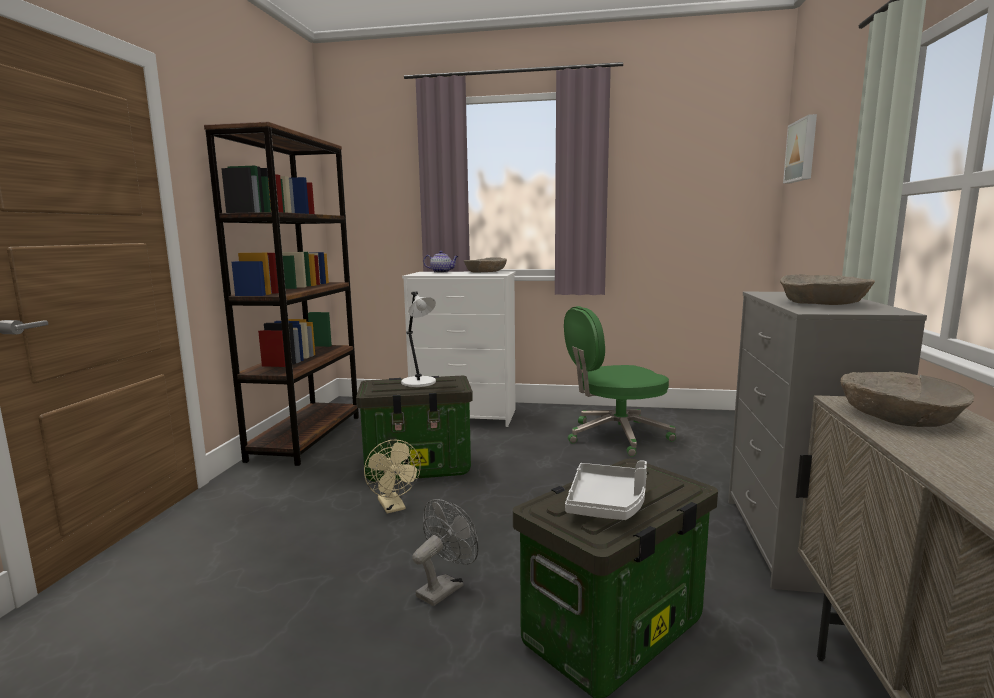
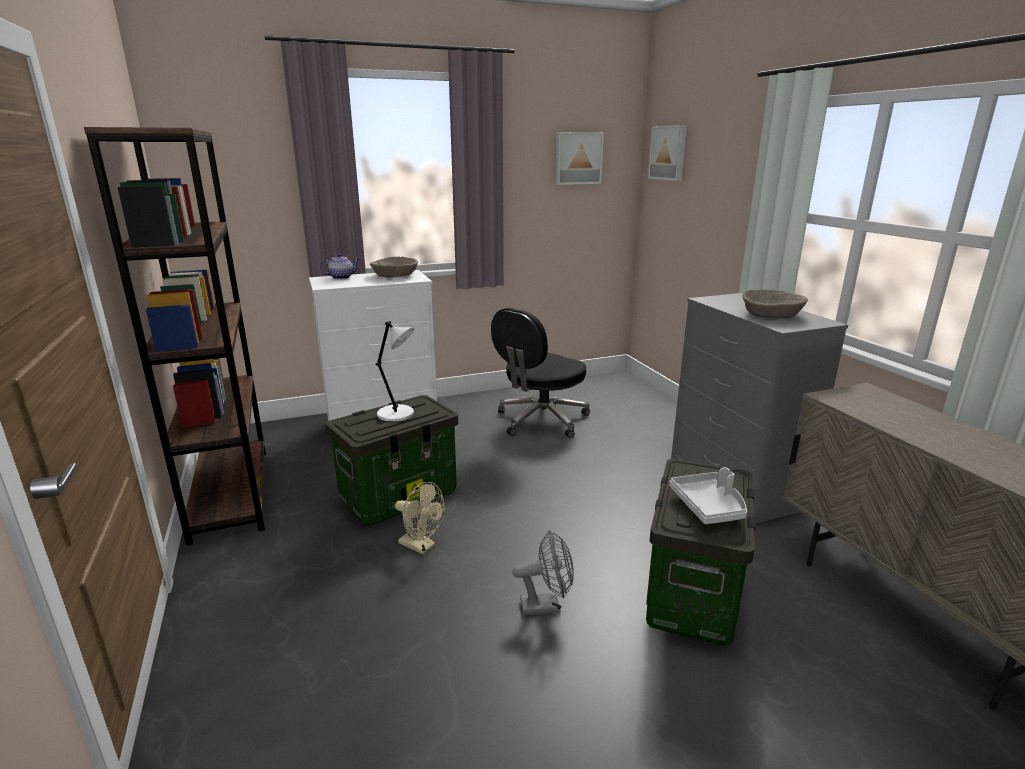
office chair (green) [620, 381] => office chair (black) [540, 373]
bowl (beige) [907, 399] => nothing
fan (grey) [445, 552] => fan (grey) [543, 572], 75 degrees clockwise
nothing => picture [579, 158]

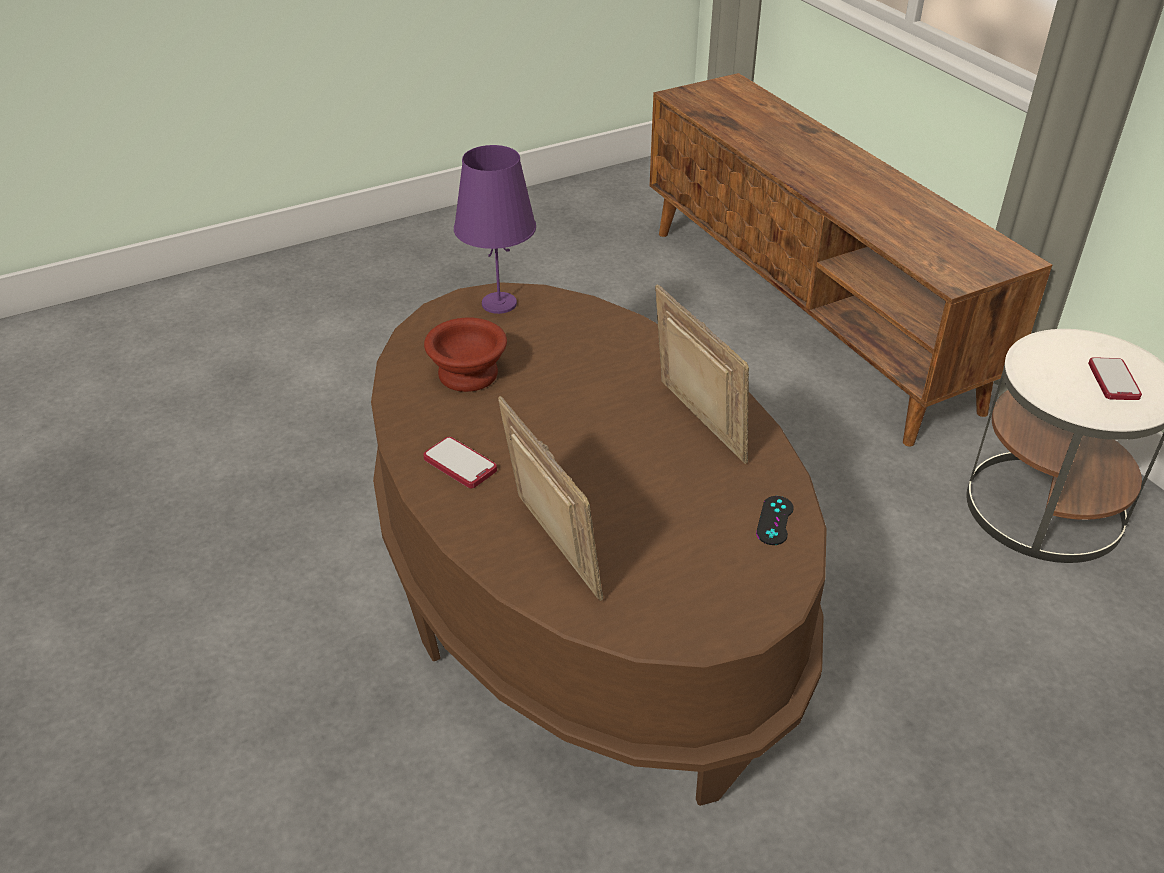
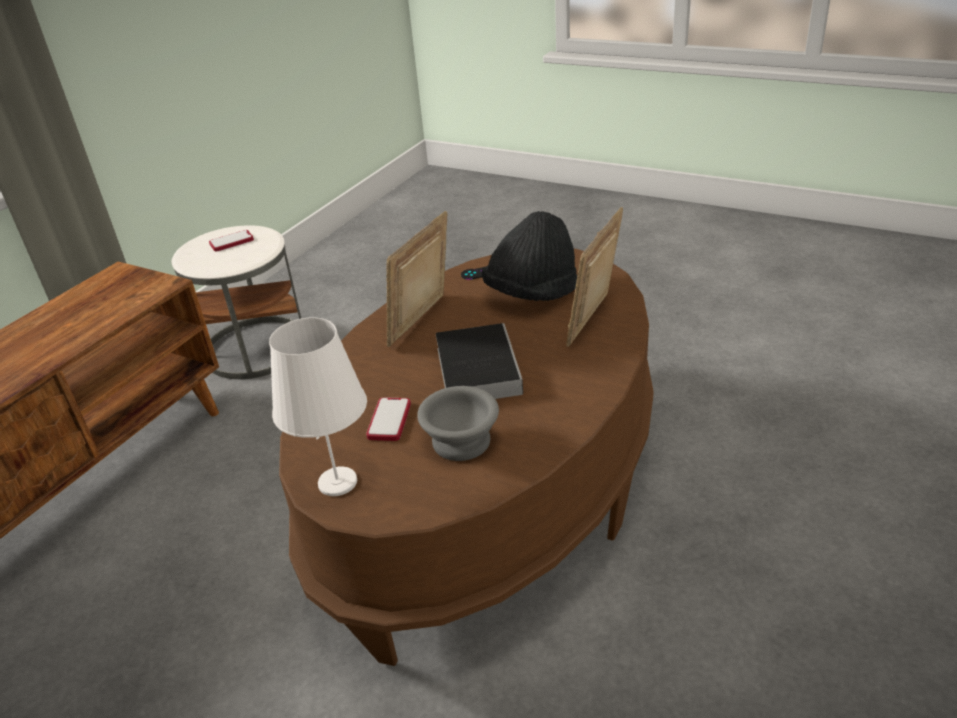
table lamp (purple) [495, 229] => table lamp (white) [318, 407]
bowl (brown) [465, 355] => bowl (grey) [458, 423]
phone [460, 462] => phone [388, 419], relocated
nothing => hat (black) [529, 256]
nothing => book [479, 361]

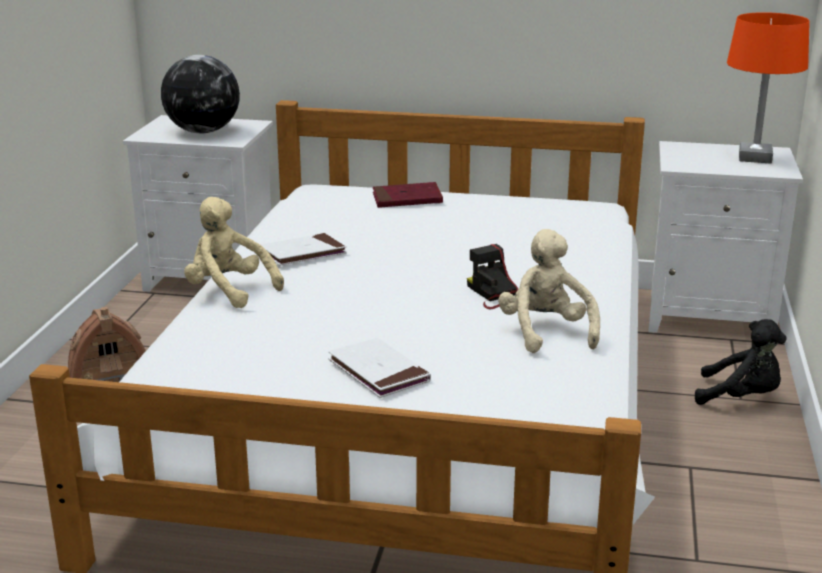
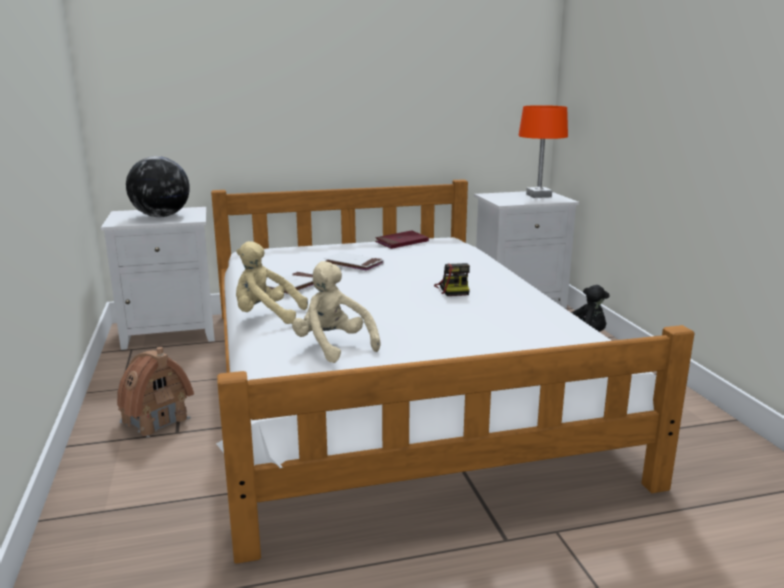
book (red) [408, 195] => book (red) [402, 239], relocated
plush toy (beige) [549, 291] => plush toy (beige) [336, 312], relocated
photo camera [492, 276] => photo camera [452, 279], 135 degrees counterclockwise
book (white) [379, 368] => book (white) [353, 262], relocated

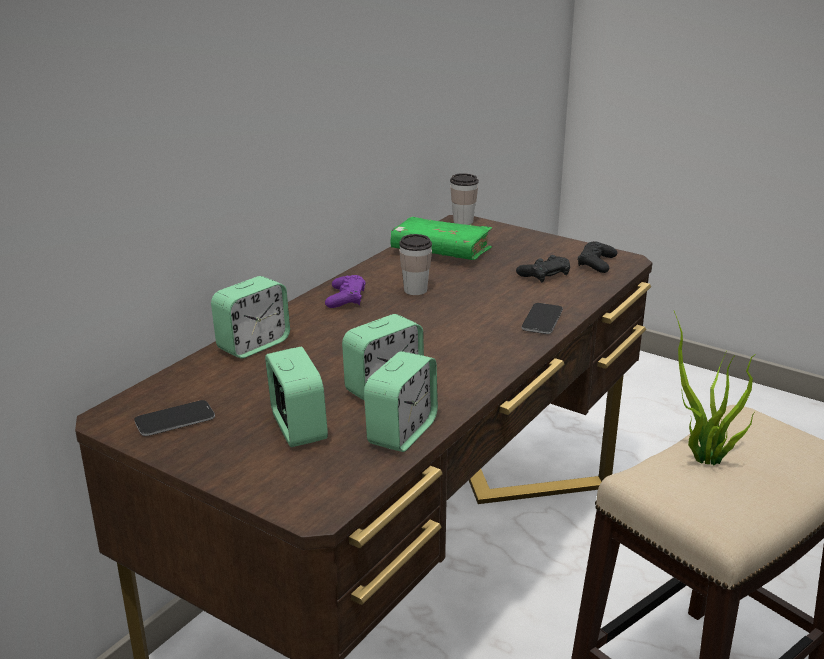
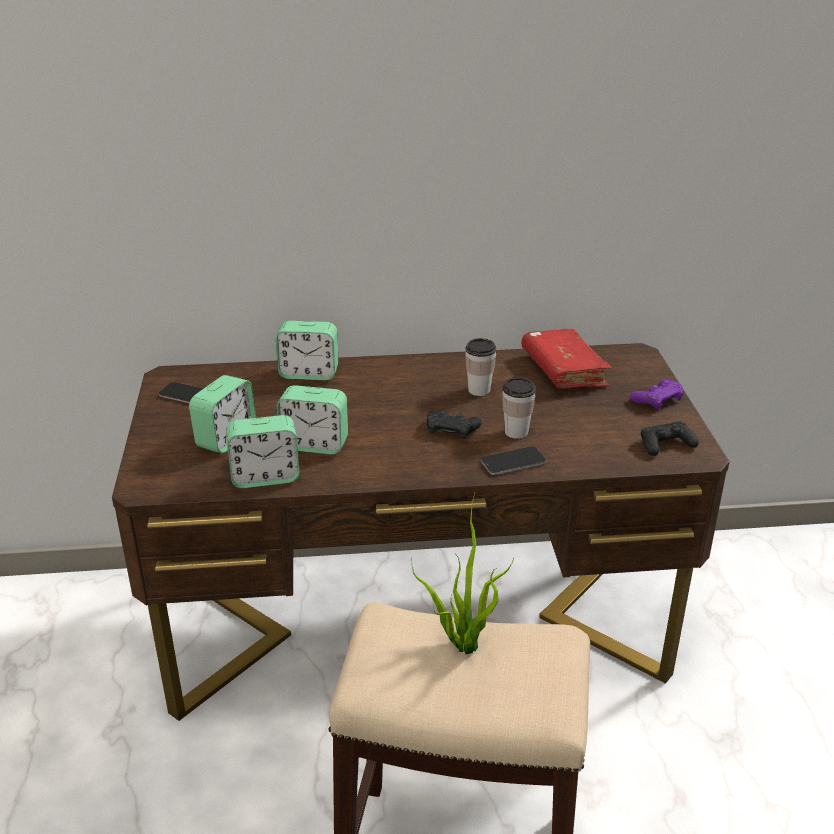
cup [464, 199] => cup [519, 408], relocated
book (green) [441, 238] => book (red) [566, 359]
game controller (black) [543, 268] => game controller (black) [454, 425], relocated
game controller (purple) [345, 291] => game controller (purple) [657, 394], relocated

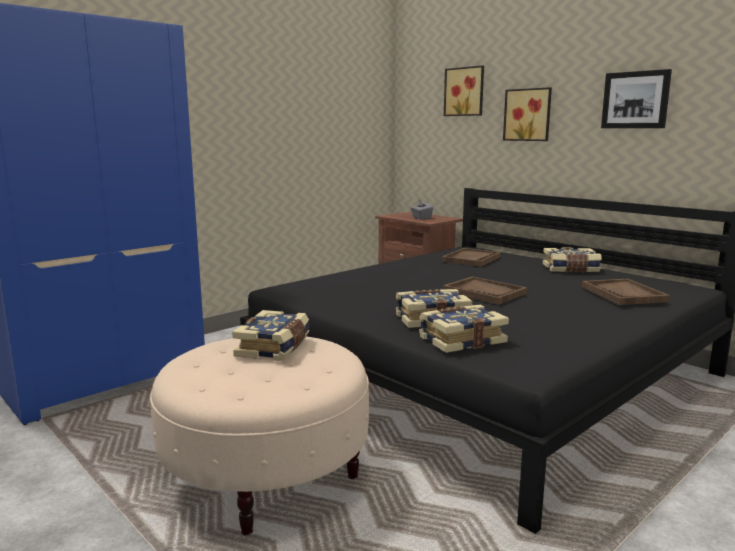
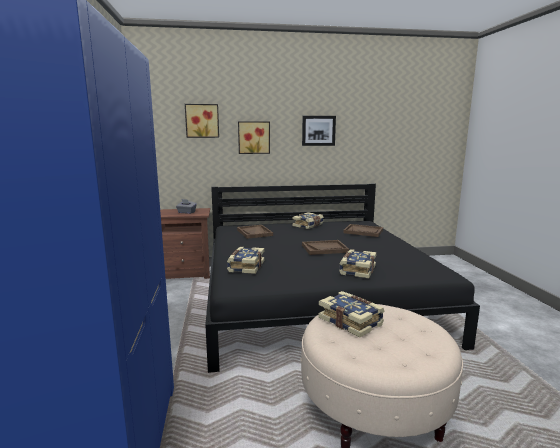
book [464, 329] => book [246, 260], relocated

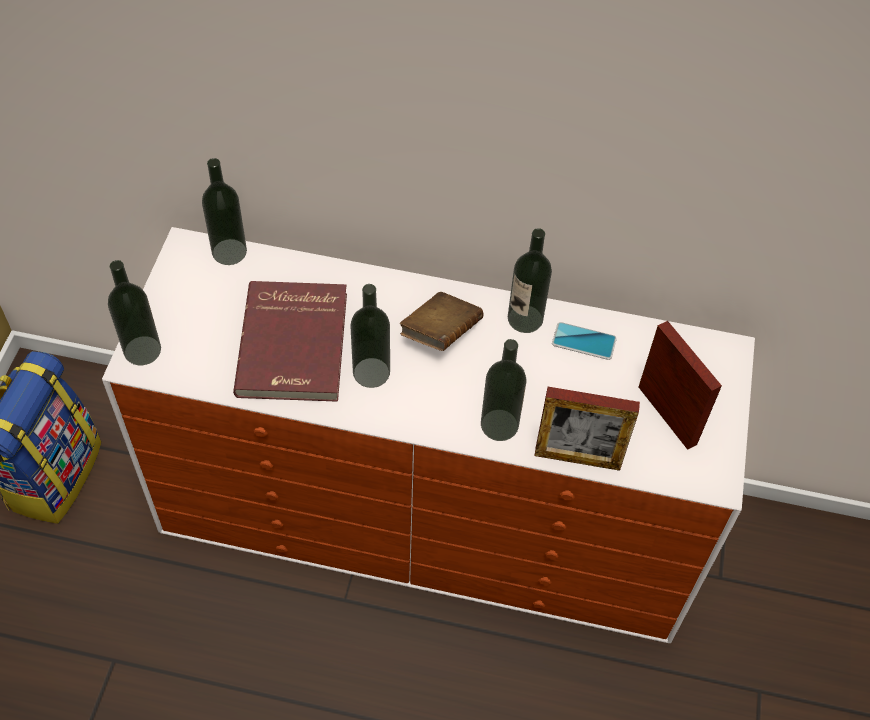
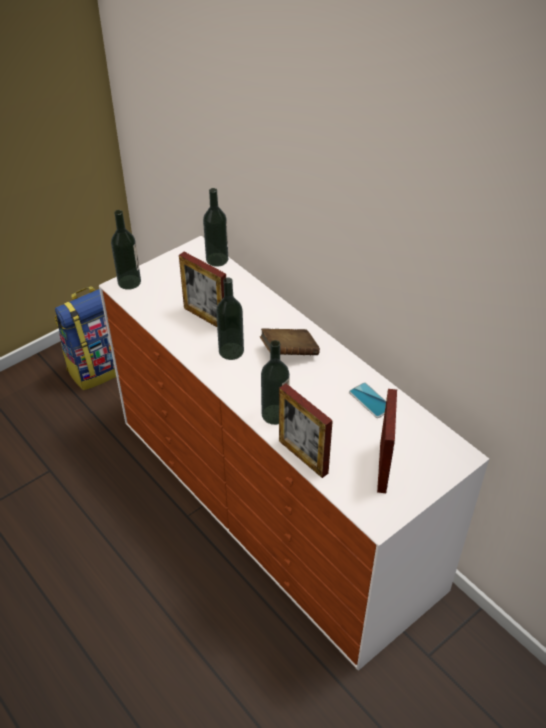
bottle [530, 280] => nothing
book (red) [290, 341] => picture frame [202, 289]

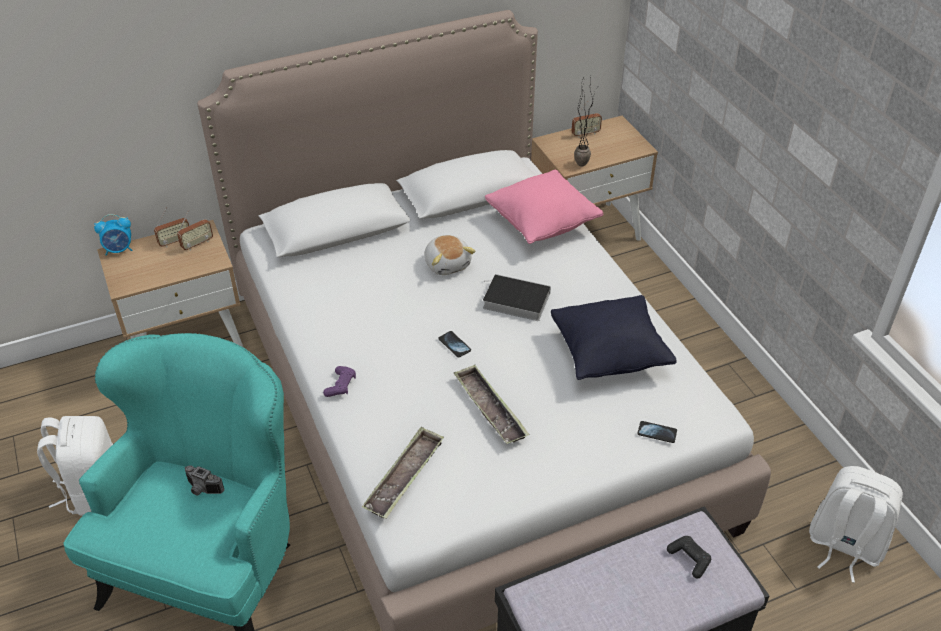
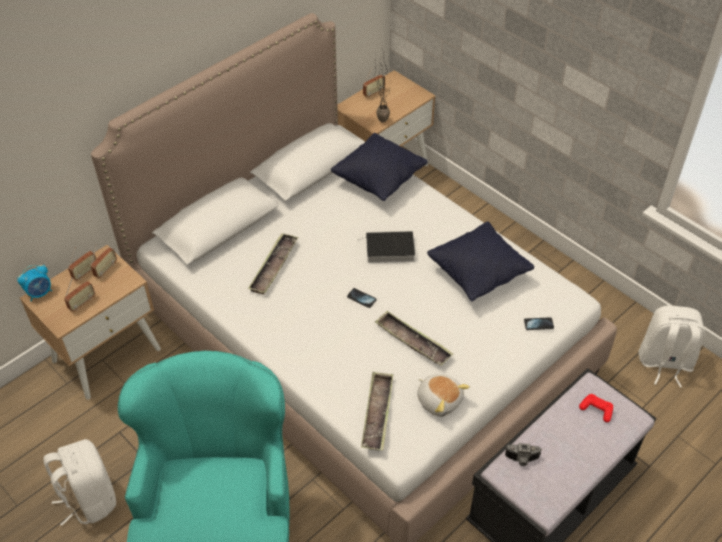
pillow (pink) [544, 206] => pillow (black) [379, 167]
plush toy [450, 255] => plush toy [443, 395], relocated
game controller (purple) [339, 381] => nothing
photo camera [204, 480] => photo camera [523, 454], relocated
game controller (black) [689, 557] => game controller (red) [596, 408]
nothing => tray [273, 264]
nothing => radio [79, 294]

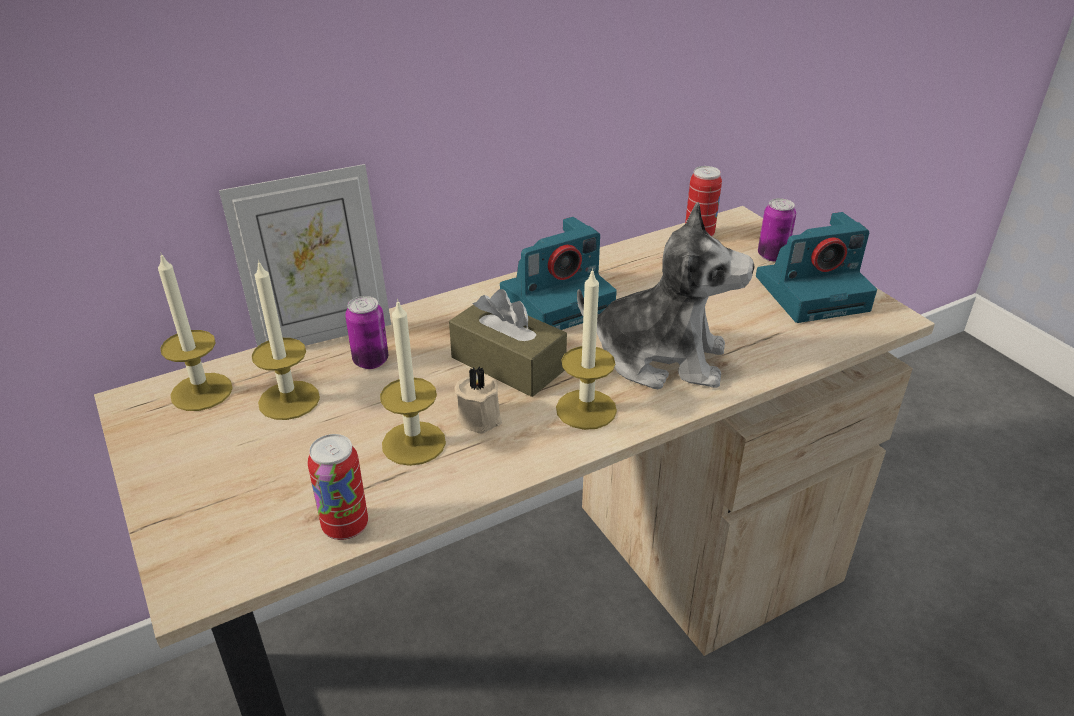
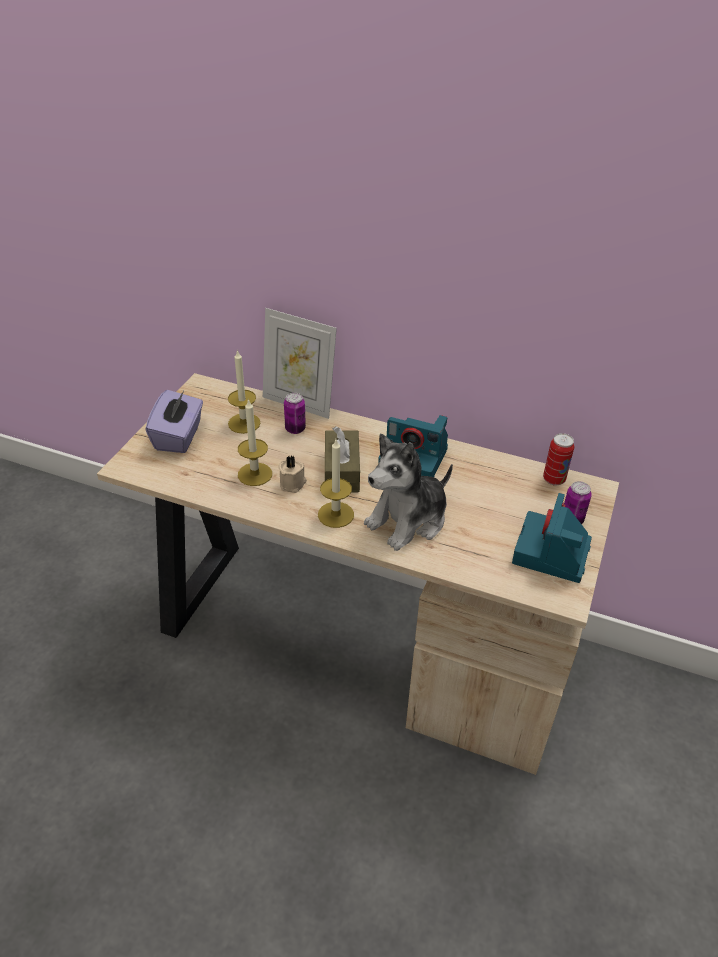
plush toy [665, 296] => plush toy [408, 492], 75 degrees clockwise
photo camera [816, 267] => photo camera [552, 538], 75 degrees clockwise
candle [195, 331] => nothing
can [338, 487] => nothing
nothing => tissue box (purple) [174, 421]

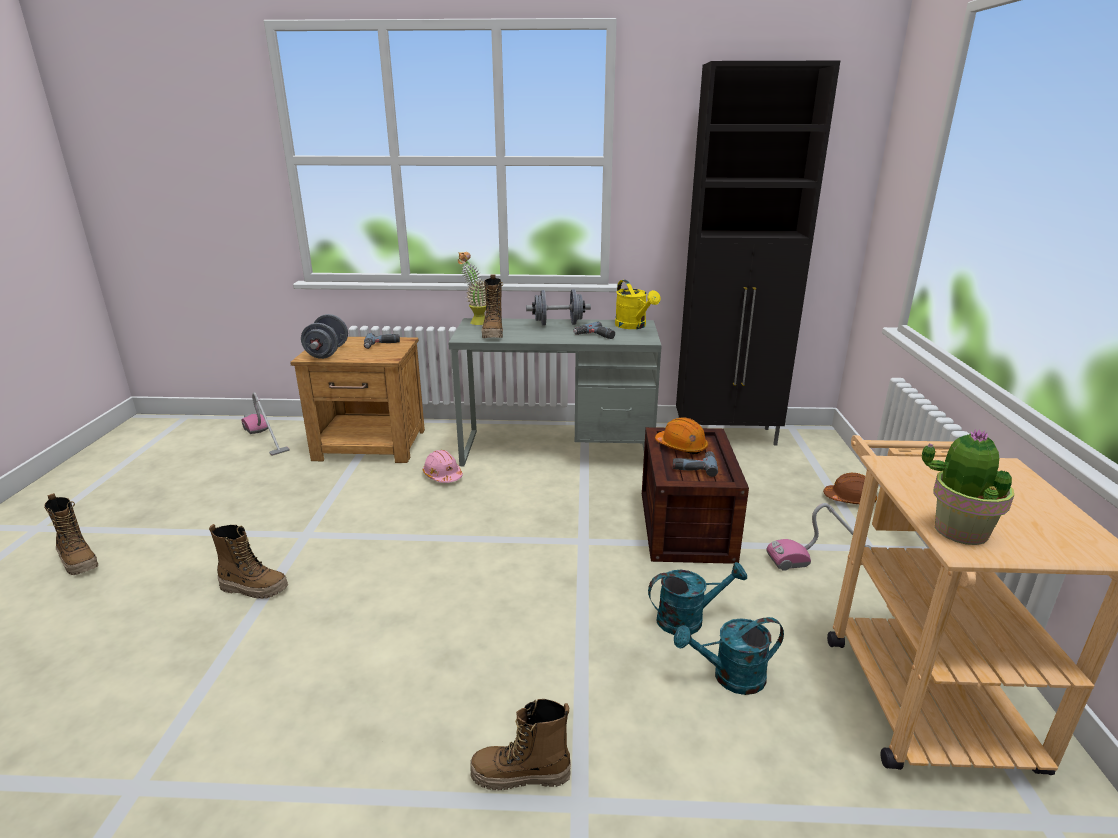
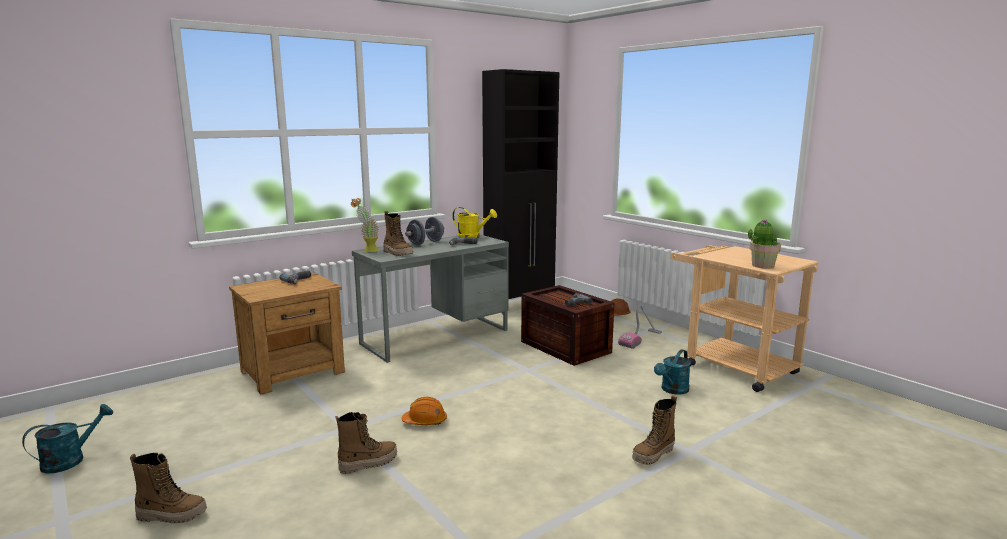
dumbbell (grey) [324, 336] => nothing
vacuum cleaner [265, 424] => nothing
hard hat (orange) [681, 435] => hard hat (orange) [424, 411], relocated
hard hat (pink) [443, 466] => nothing
watering can (turquoise) [697, 598] => watering can (turquoise) [67, 439], relocated

